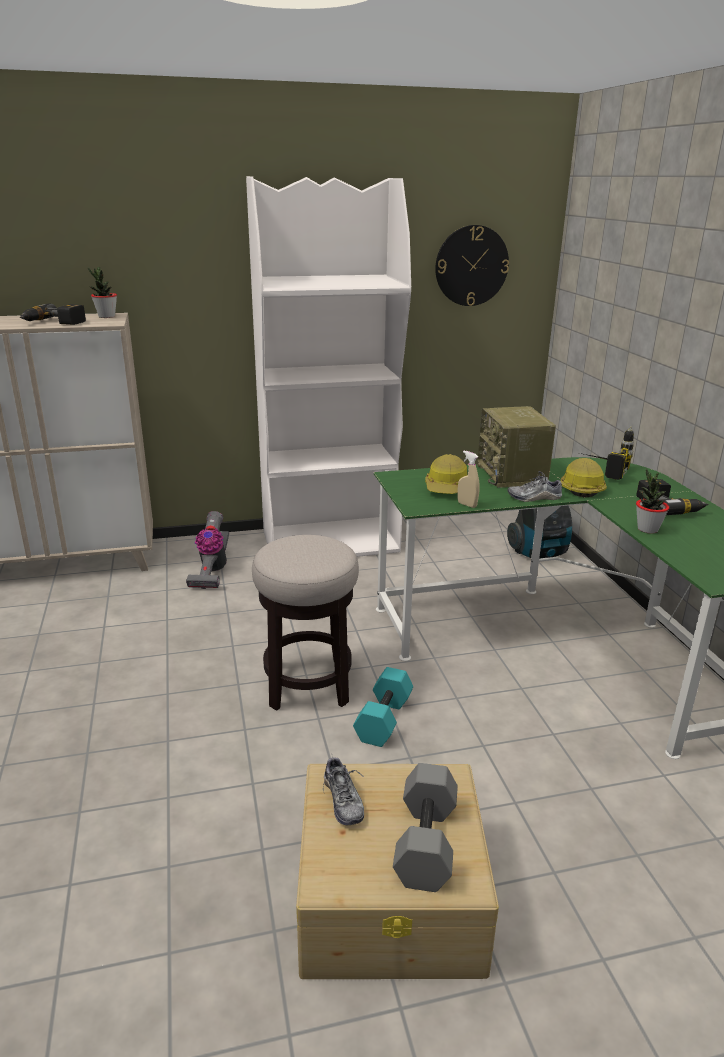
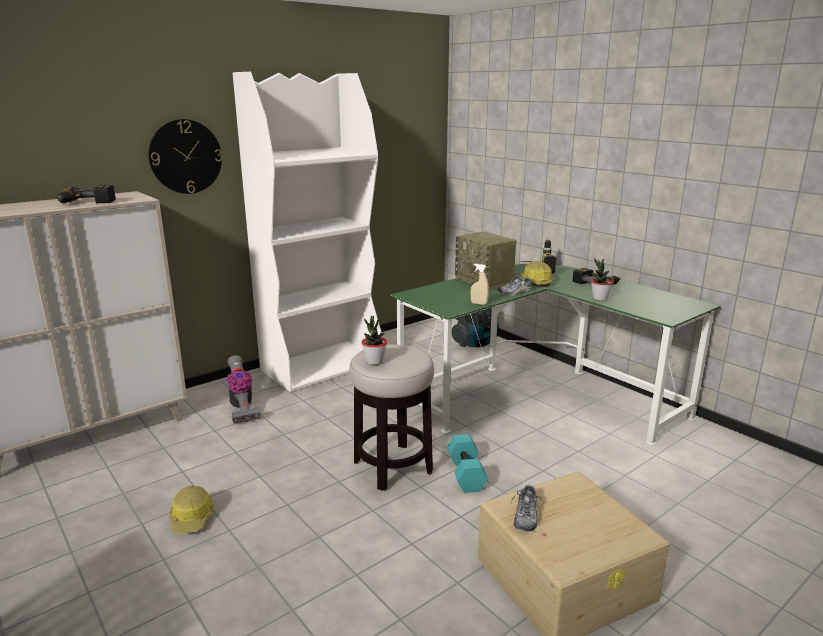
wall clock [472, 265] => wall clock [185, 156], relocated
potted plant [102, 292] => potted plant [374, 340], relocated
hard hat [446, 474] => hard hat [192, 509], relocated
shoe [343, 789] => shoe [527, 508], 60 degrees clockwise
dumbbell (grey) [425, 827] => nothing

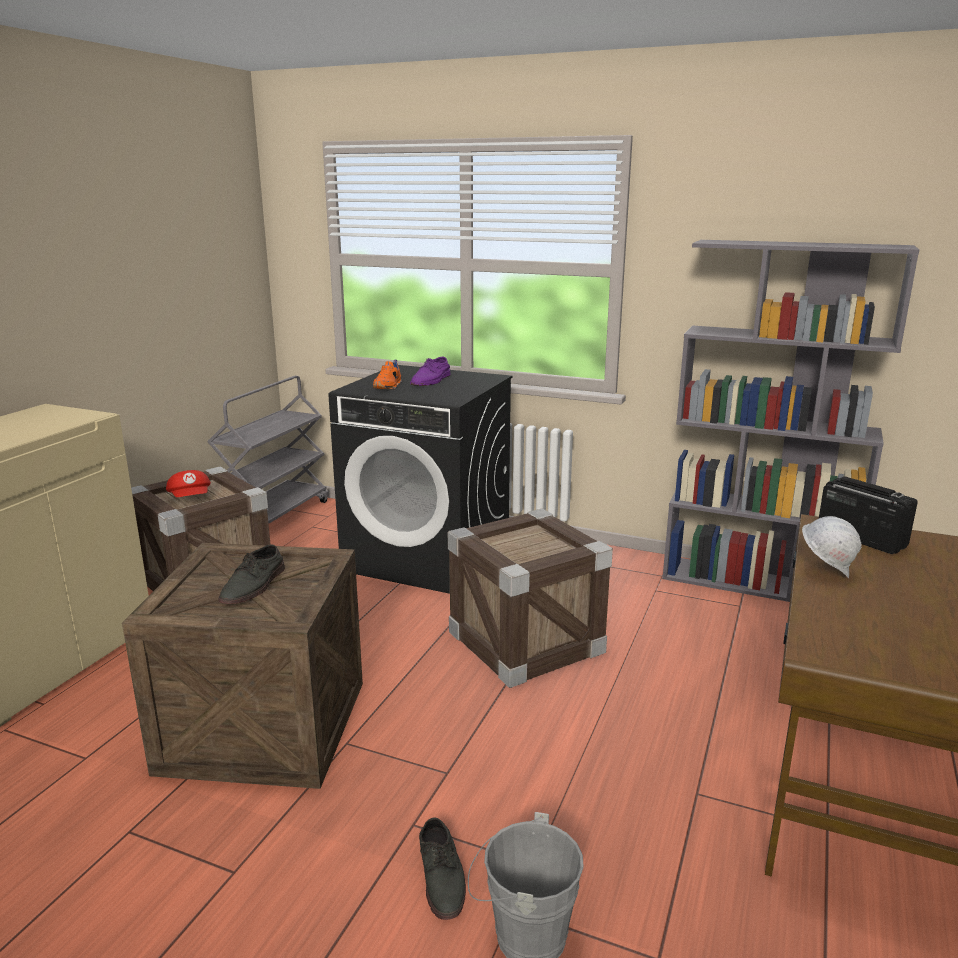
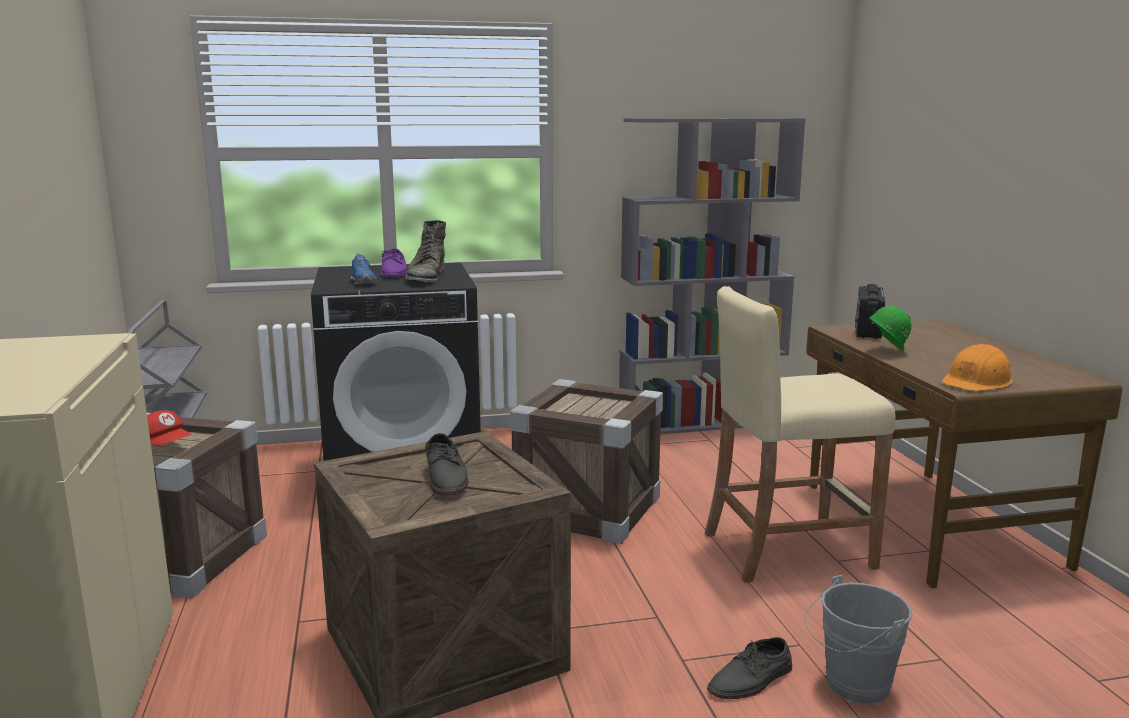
shoe (orange) [387, 374] => shoe (blue) [364, 269]
radio [868, 515] => radio [870, 311], 90 degrees counterclockwise
hard hat (white) [831, 547] => hard hat (green) [890, 329]
shoe (grey) [442, 869] => shoe (grey) [749, 668], 105 degrees clockwise
nothing => boot (green) [425, 251]
nothing => stool (beige) [800, 434]
nothing => hard hat (orange) [977, 367]

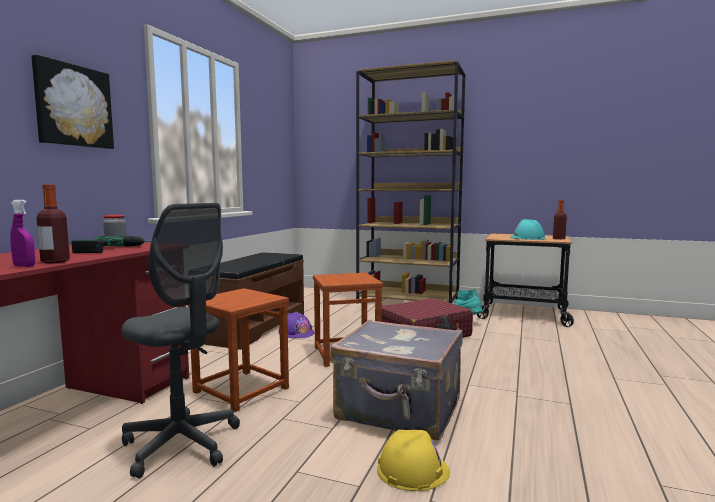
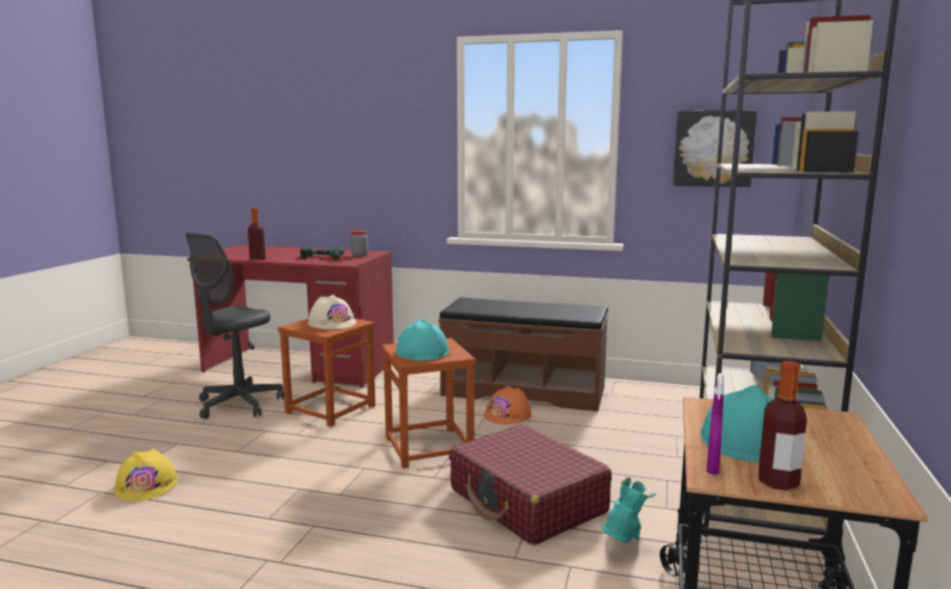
picture [72, 102] => picture [715, 148], relocated
spray bottle (purple) [22, 233] => spray bottle (purple) [715, 424], relocated
hard hat (purple) [296, 324] => hard hat (orange) [508, 405]
suitcase (grey) [396, 380] => nothing
nothing => hard hat (beige) [332, 312]
nothing => hard hat (turquoise) [422, 340]

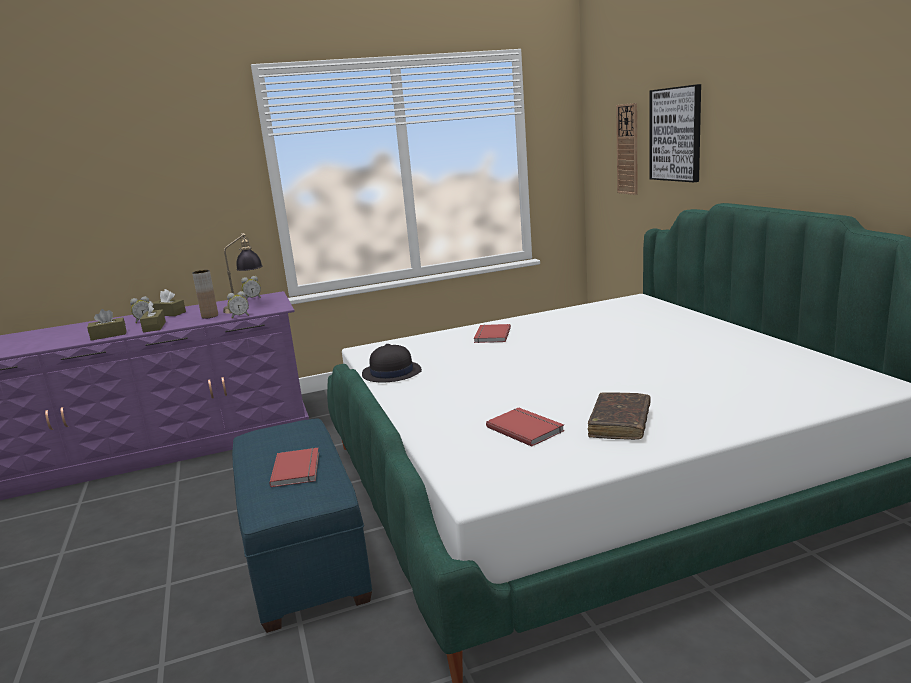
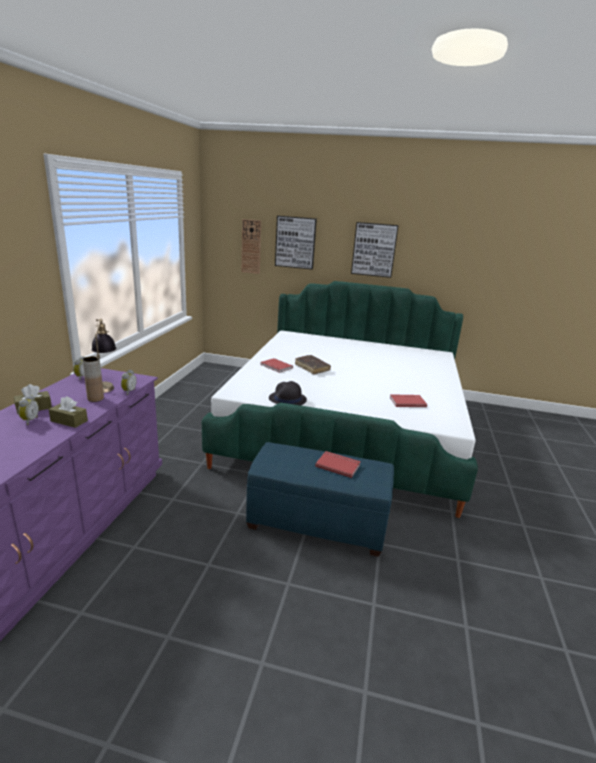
tissue box (brown) [106, 325] => nothing
book (brown) [619, 416] => book (brown) [313, 364], relocated
nothing => picture [375, 250]

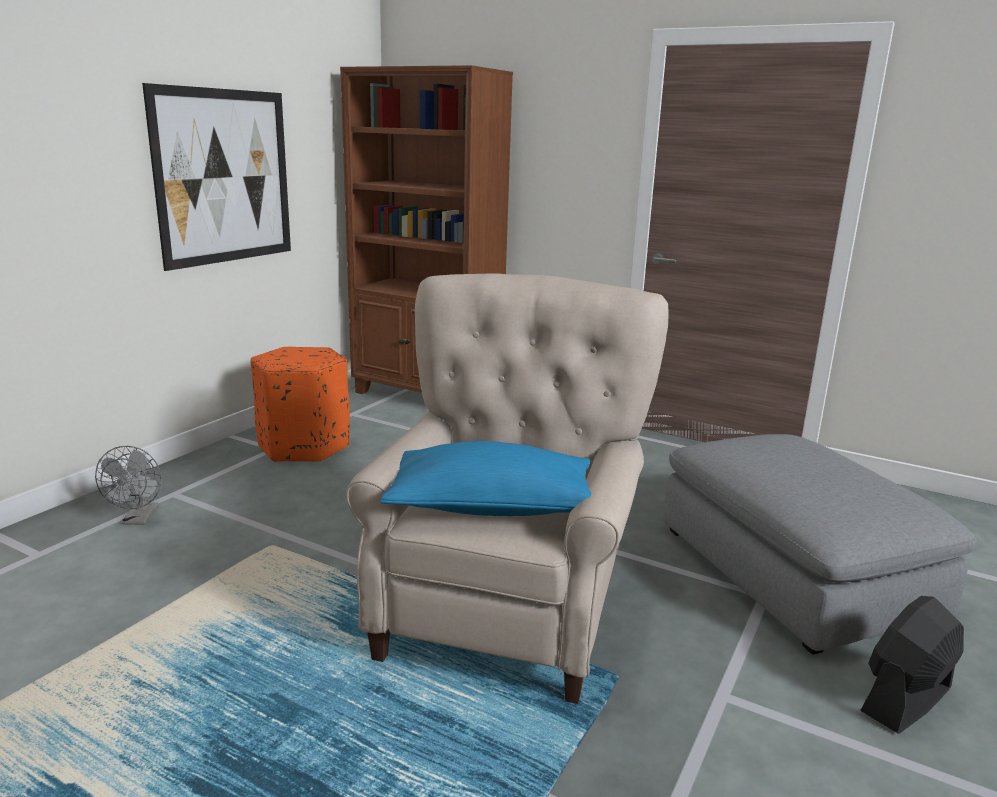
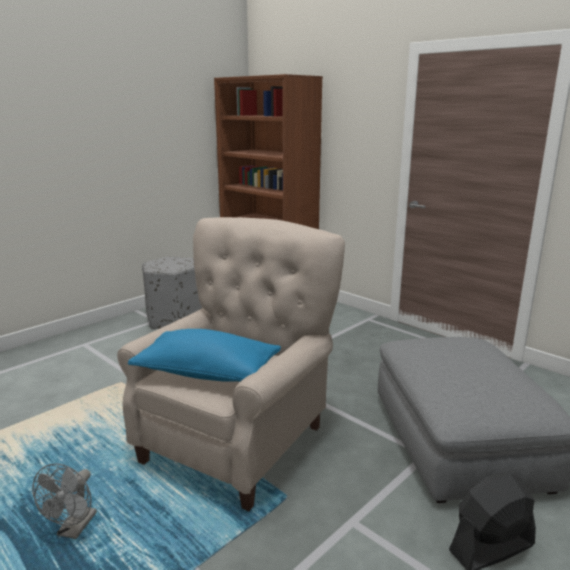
picture [216, 177] => nothing
ottoman (orange) [300, 404] => ottoman (grey) [172, 293]
fan (grey) [128, 485] => fan (grey) [64, 501], relocated

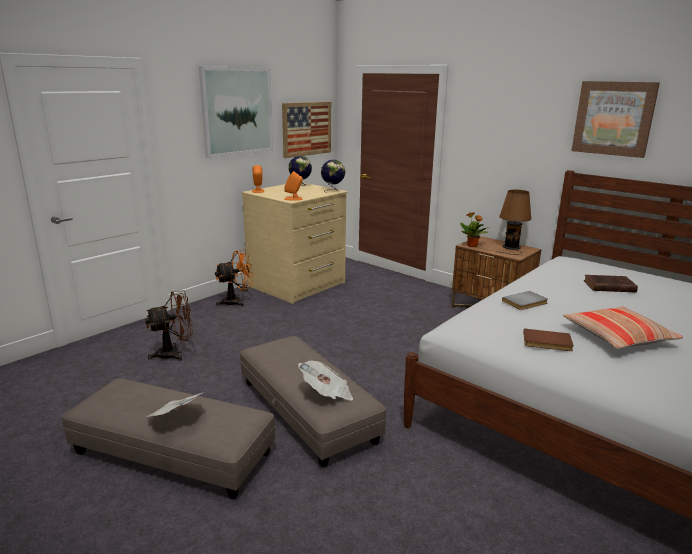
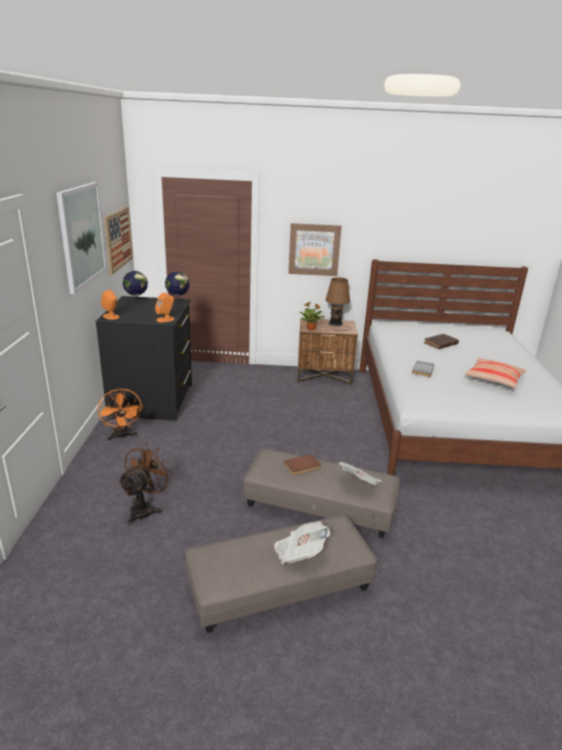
picture [615, 119] => picture [315, 249], relocated
dresser (beige) [295, 243] => dresser (black) [143, 358]
fan (orange) [234, 278] => fan (orange) [120, 415], 135 degrees clockwise
book (brown) [548, 340] => book (brown) [302, 464], relocated

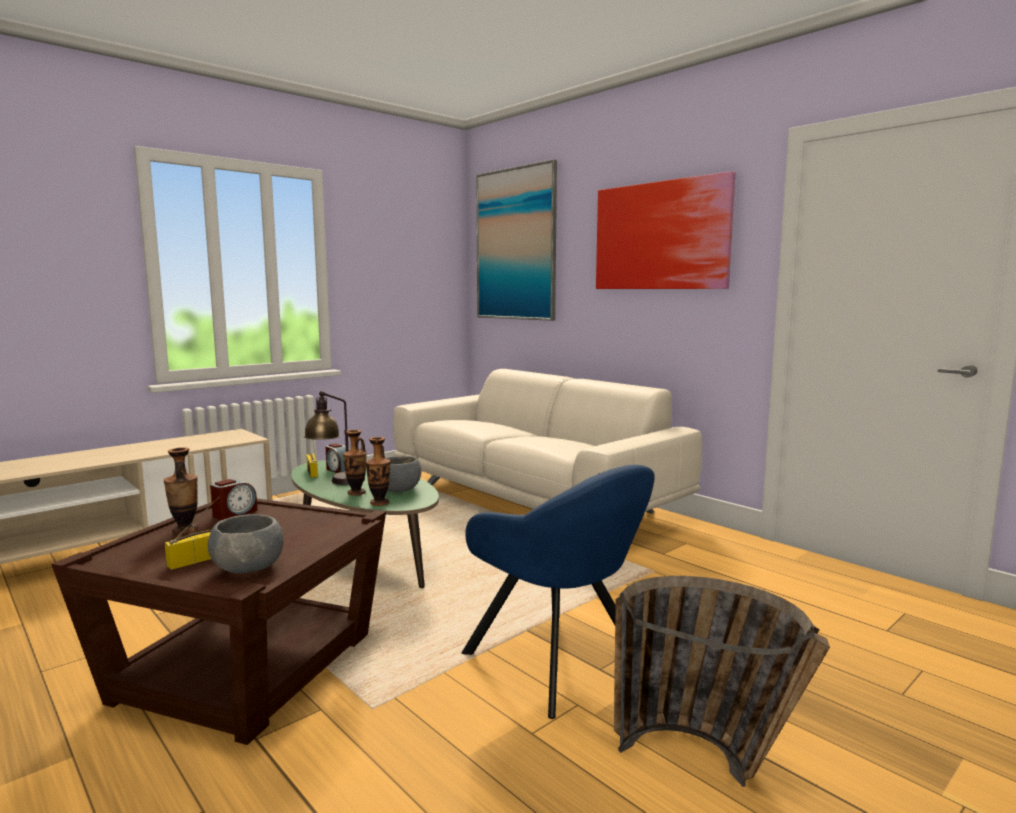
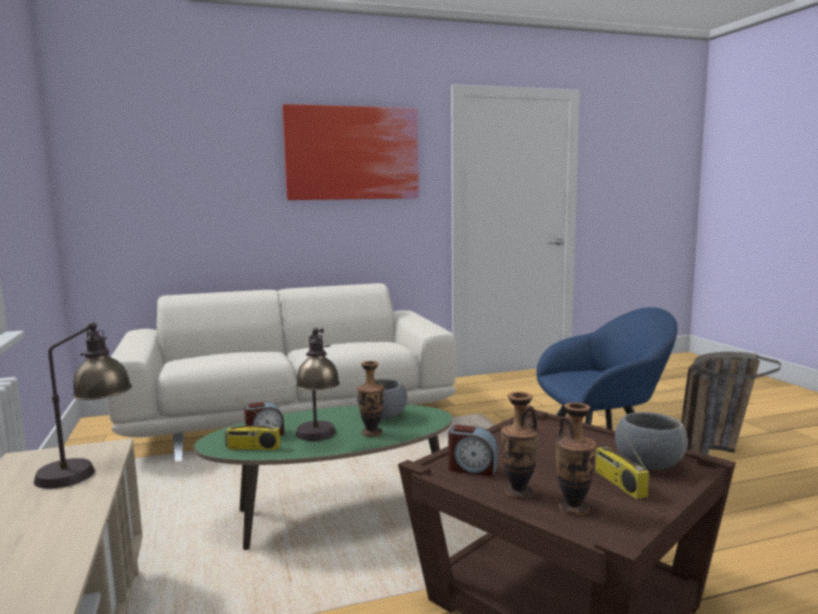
picture [516, 240] => nothing
vase [378, 471] => vase [576, 459], relocated
alarm clock [233, 499] => alarm clock [473, 451], 135 degrees clockwise
nothing => table lamp [83, 405]

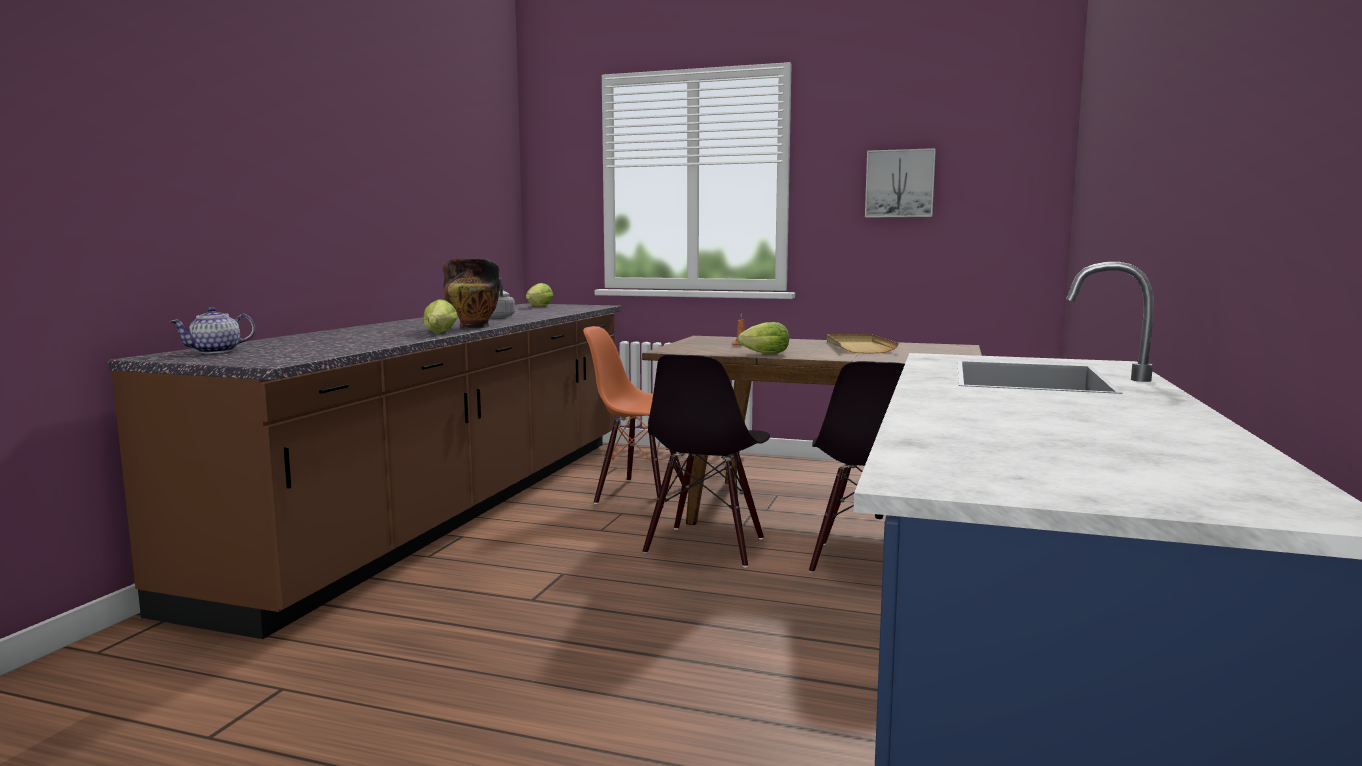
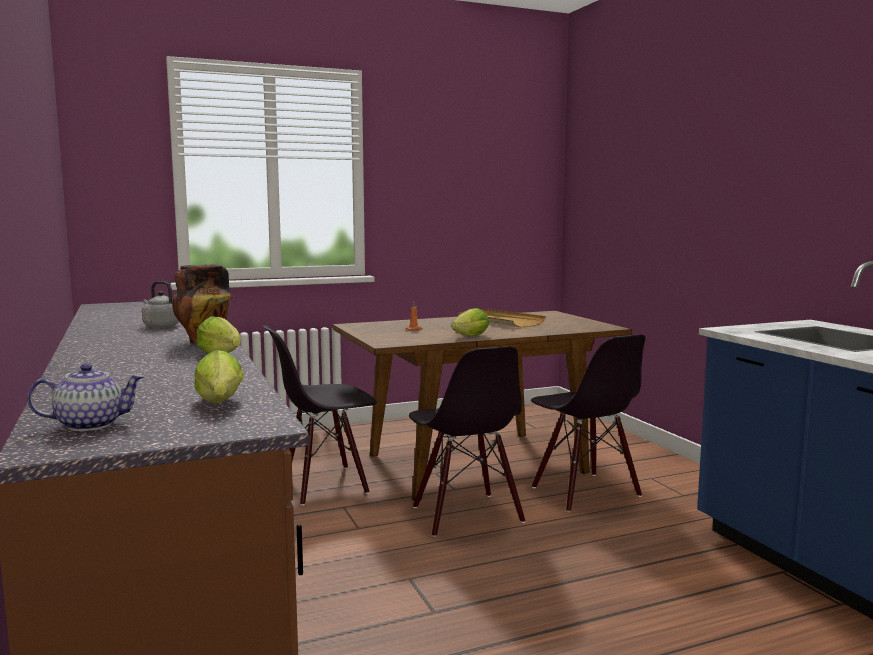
picture [900, 183] => nothing
lettuce [539, 295] => lettuce [219, 376], relocated
teapot [212, 330] => teapot [85, 397], 120 degrees counterclockwise
chair (orange) [633, 417] => chair (black) [320, 415]

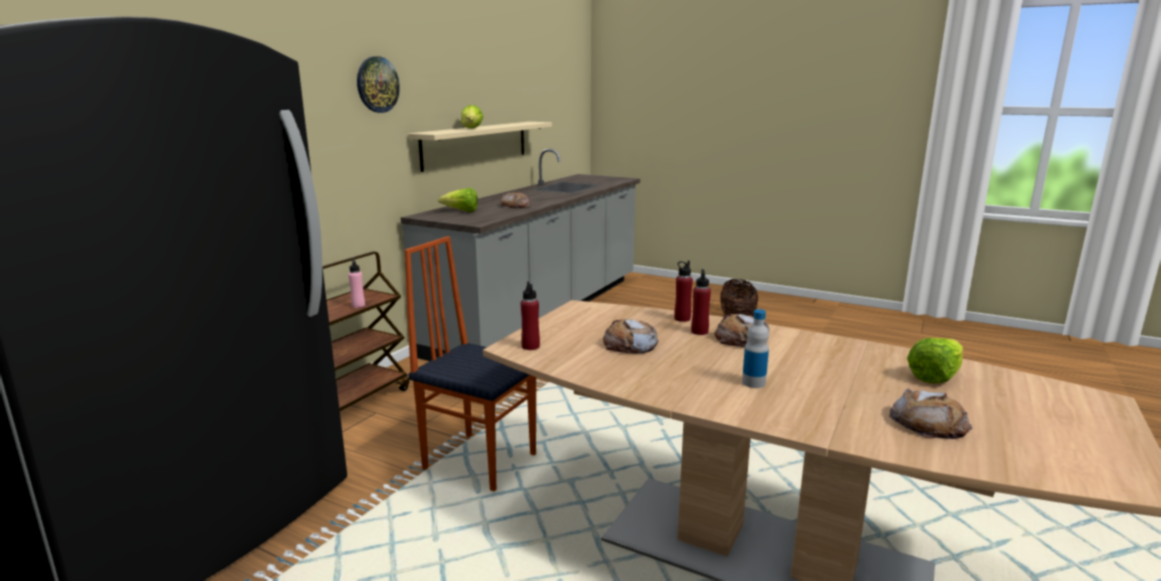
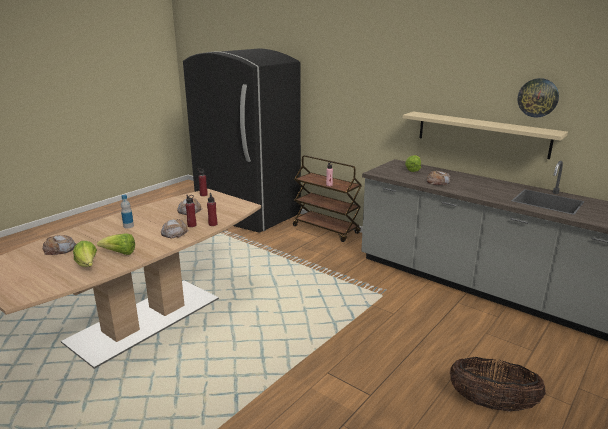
wall clock [378, 84] => wall clock [538, 98], relocated
lettuce [472, 116] => lettuce [116, 244], relocated
chair [470, 363] => nothing

